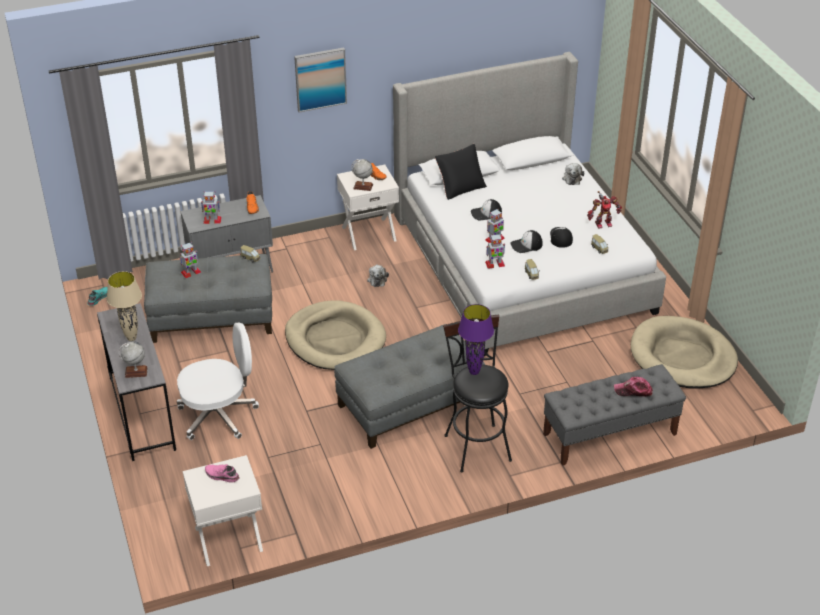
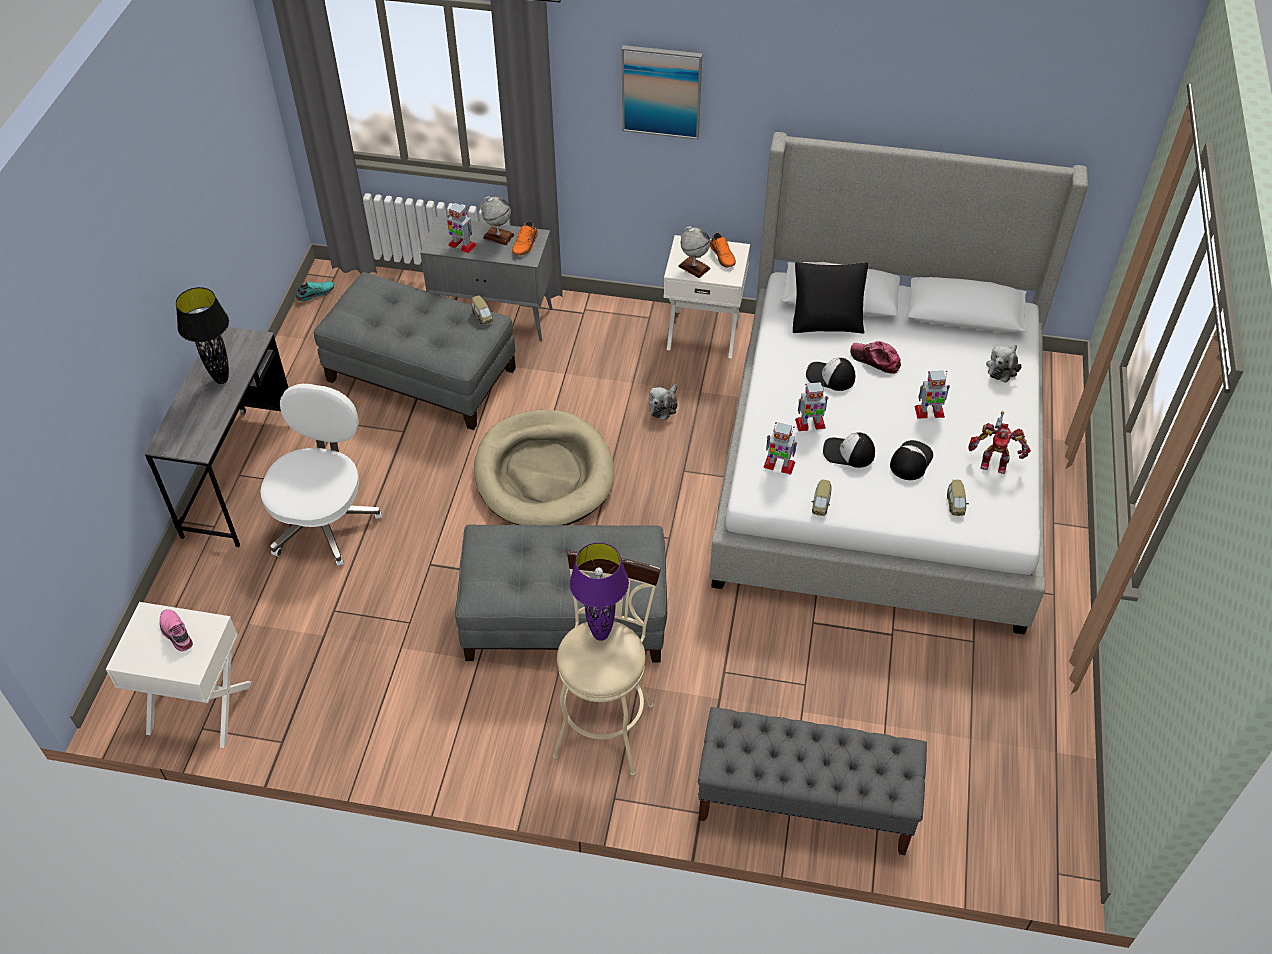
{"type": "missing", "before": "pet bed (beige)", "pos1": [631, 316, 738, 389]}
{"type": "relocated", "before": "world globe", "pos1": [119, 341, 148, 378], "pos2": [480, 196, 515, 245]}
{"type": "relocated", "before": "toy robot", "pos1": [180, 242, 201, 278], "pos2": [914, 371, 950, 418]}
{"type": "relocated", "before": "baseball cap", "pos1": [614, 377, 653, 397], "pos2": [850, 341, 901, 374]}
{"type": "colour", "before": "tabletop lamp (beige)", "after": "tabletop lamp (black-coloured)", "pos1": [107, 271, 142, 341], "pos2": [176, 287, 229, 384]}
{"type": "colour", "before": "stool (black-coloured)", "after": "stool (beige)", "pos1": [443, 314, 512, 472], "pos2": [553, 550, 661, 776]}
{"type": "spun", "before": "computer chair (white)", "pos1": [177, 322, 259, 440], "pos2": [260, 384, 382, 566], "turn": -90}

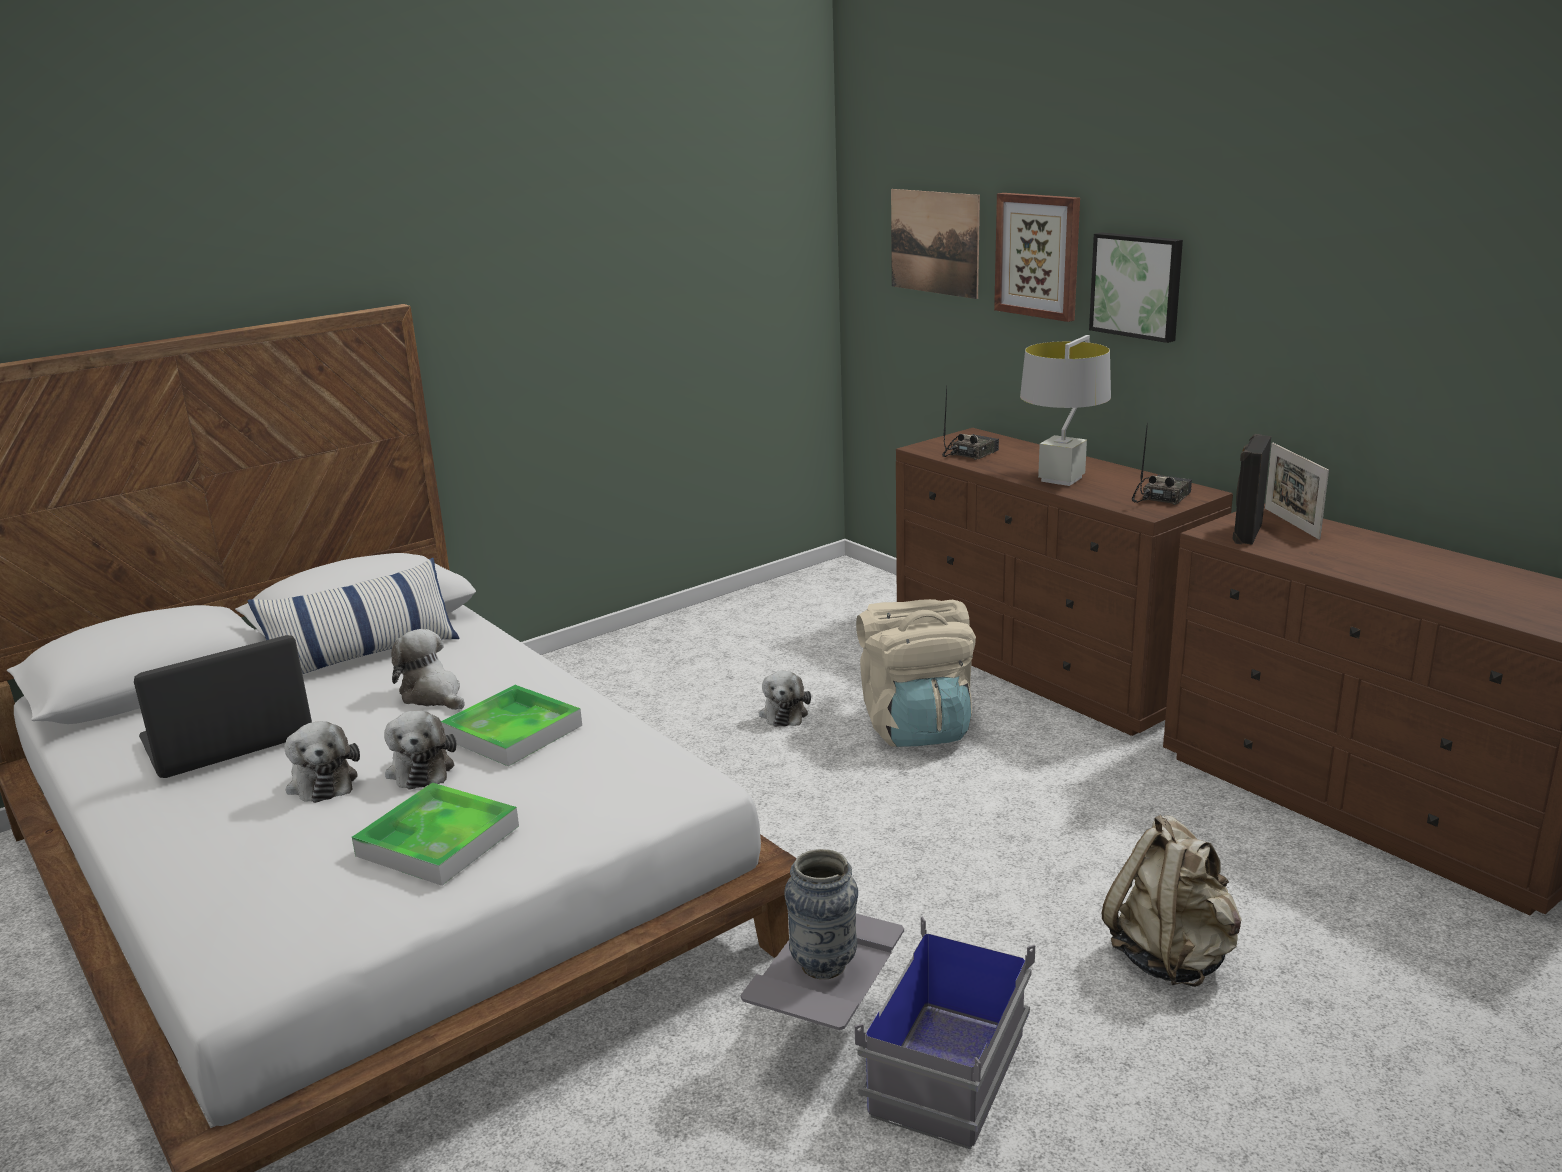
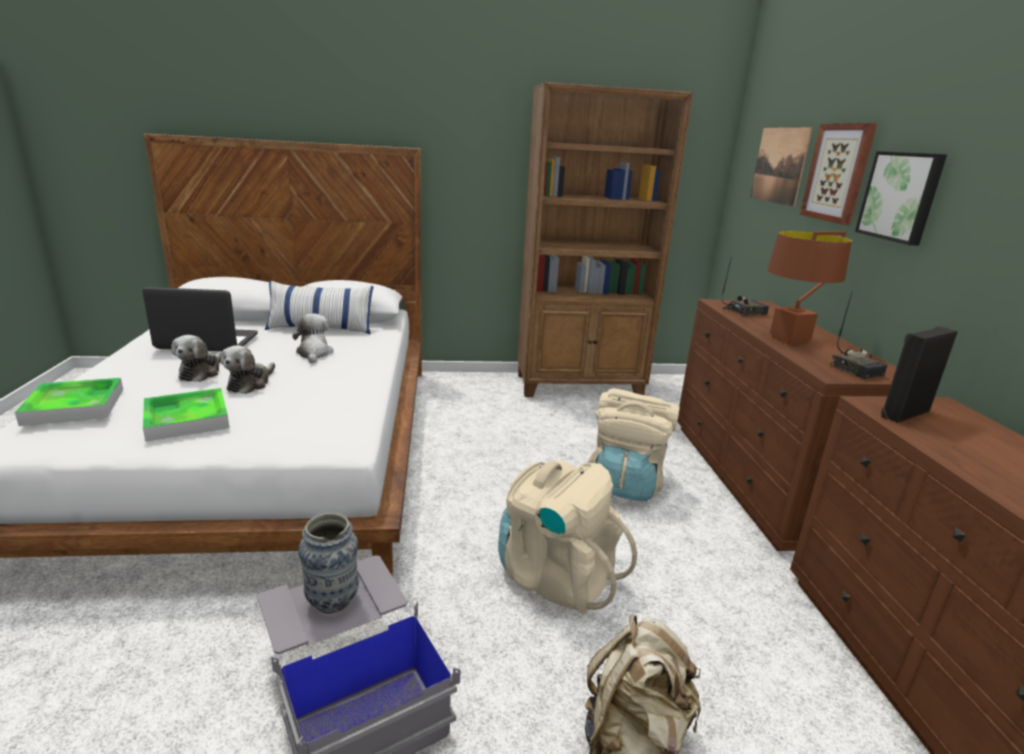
{"type": "missing", "before": "plush toy", "pos1": [759, 671, 811, 727]}
{"type": "missing", "before": "photo frame", "pos1": [1265, 443, 1329, 540]}
{"type": "appeared", "after": "knapsack (beige)", "pos2": [498, 460, 637, 614]}
{"type": "appeared", "after": "bookshelf (brown-coloured)", "pos2": [517, 82, 693, 397]}
{"type": "relocated", "before": "carrying tray", "pos1": [441, 685, 582, 766], "pos2": [15, 378, 123, 426]}
{"type": "colour", "before": "tabletop lamp (greyish)", "after": "tabletop lamp (brown-coloured)", "pos1": [1020, 335, 1111, 486], "pos2": [767, 231, 852, 345]}
{"type": "spun", "before": "radio", "pos1": [1132, 423, 1192, 505], "pos2": [830, 292, 888, 379], "turn": 90}

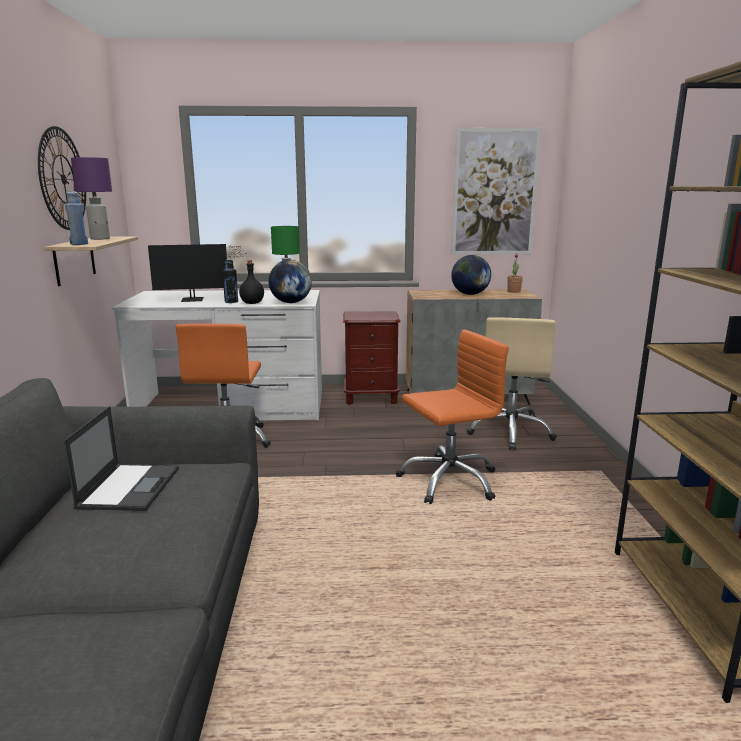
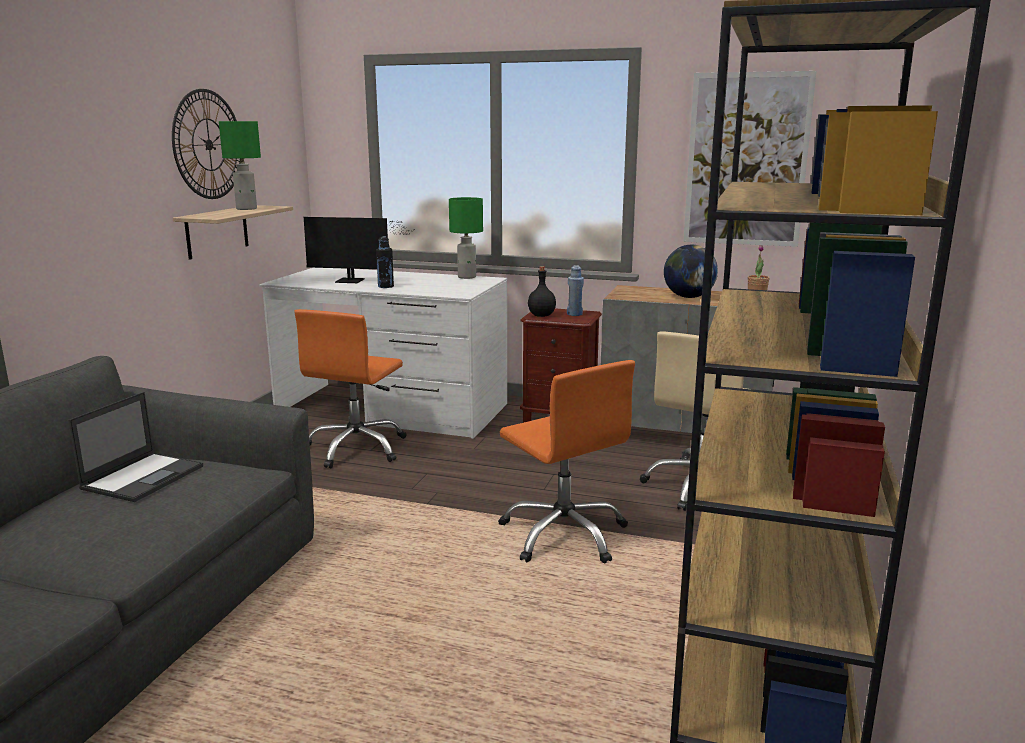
{"type": "missing", "before": "world globe", "pos1": [268, 260, 312, 303]}
{"type": "relocated", "before": "beverage bottle (bluish)", "pos1": [65, 191, 88, 245], "pos2": [567, 265, 584, 316]}
{"type": "relocated", "before": "beverage bottle (black-coloured)", "pos1": [239, 260, 264, 304], "pos2": [528, 266, 556, 317]}
{"type": "colour", "before": "tabletop lamp (purple)", "after": "tabletop lamp (green-coloured)", "pos1": [71, 157, 112, 240], "pos2": [219, 121, 261, 210]}
{"type": "spun", "before": "computer chair (orange-coloured)", "pos1": [396, 329, 509, 504], "pos2": [498, 360, 635, 563], "turn": 60}

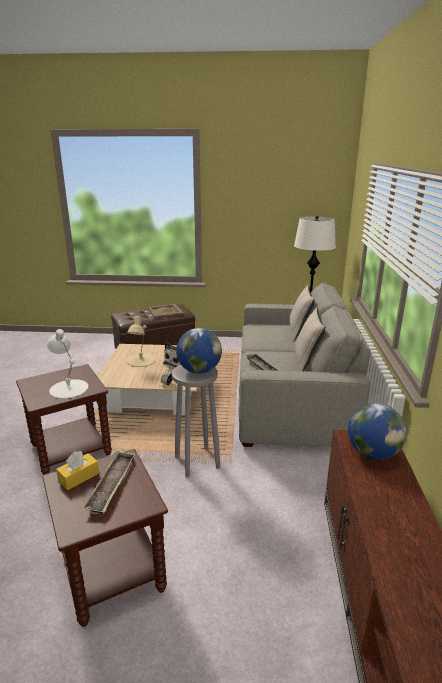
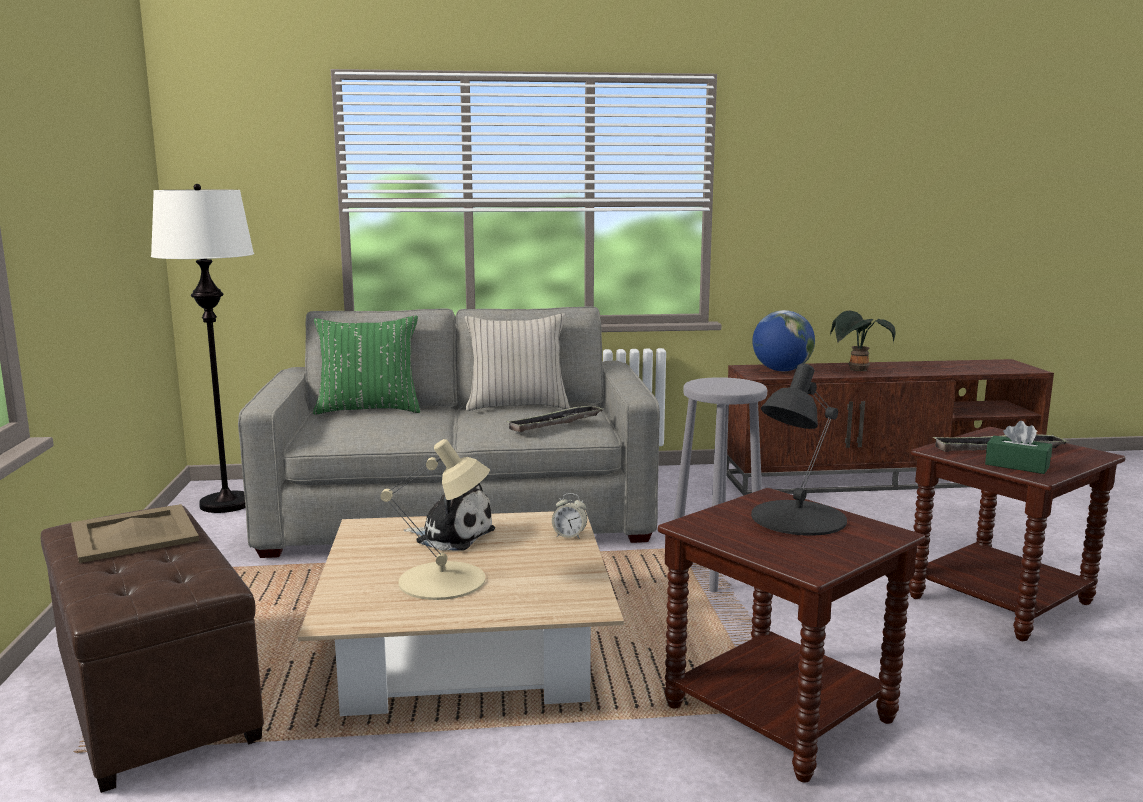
{"type": "missing", "before": "world globe", "pos1": [176, 328, 222, 374]}
{"type": "appeared", "after": "potted plant", "pos2": [830, 311, 895, 371]}
{"type": "colour", "before": "tabletop lamp (white)", "after": "tabletop lamp (black-coloured)", "pos1": [47, 329, 89, 399], "pos2": [751, 363, 847, 536]}
{"type": "colour", "before": "tissue holder (yellow-coloured)", "after": "tissue holder (green-coloured)", "pos1": [56, 451, 99, 490], "pos2": [985, 421, 1052, 474]}
{"type": "colour", "before": "pillow (beige)", "after": "pillow (green-coloured)", "pos1": [289, 285, 315, 341], "pos2": [313, 316, 420, 415]}

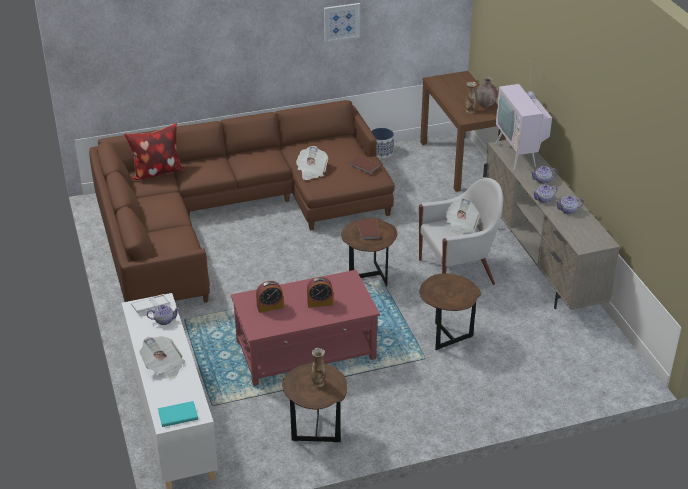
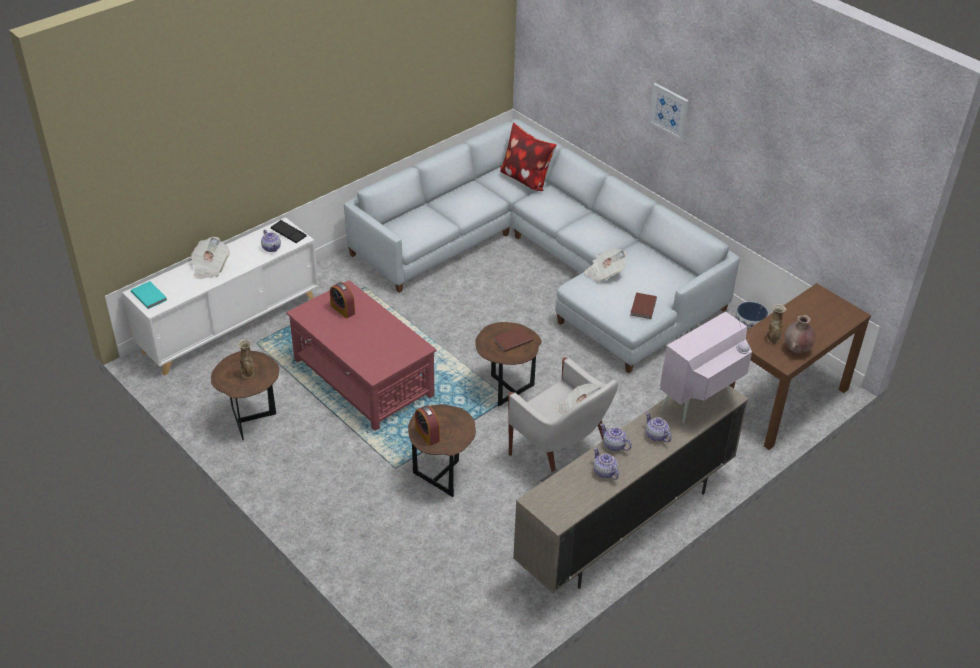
{"type": "relocated", "before": "table clock", "pos1": [307, 277, 333, 308], "pos2": [415, 405, 440, 446]}
{"type": "relocated", "before": "picture", "pos1": [324, 3, 360, 43], "pos2": [649, 83, 689, 140]}
{"type": "colour", "before": "sofa (brown-coloured)", "after": "sofa (greyish)", "pos1": [89, 100, 395, 303], "pos2": [344, 119, 740, 373]}
{"type": "colour", "before": "carrying tray (white)", "after": "carrying tray (black-coloured)", "pos1": [131, 294, 170, 313], "pos2": [271, 220, 306, 243]}

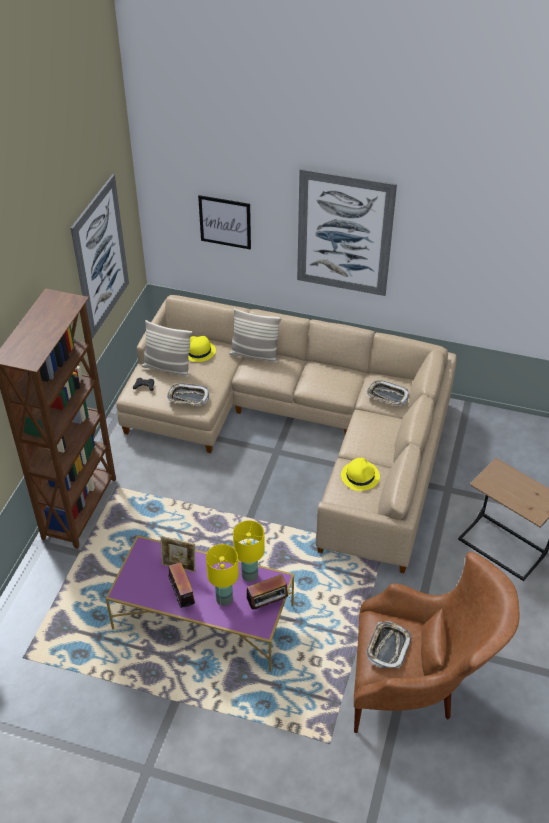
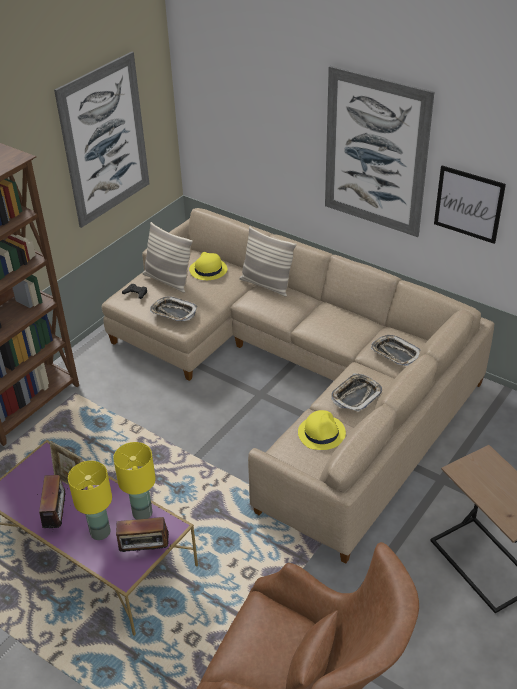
{"type": "relocated", "before": "picture", "pos1": [198, 195, 251, 250], "pos2": [434, 166, 506, 244]}
{"type": "relocated", "before": "carrying tray", "pos1": [366, 621, 411, 668], "pos2": [331, 373, 382, 412]}

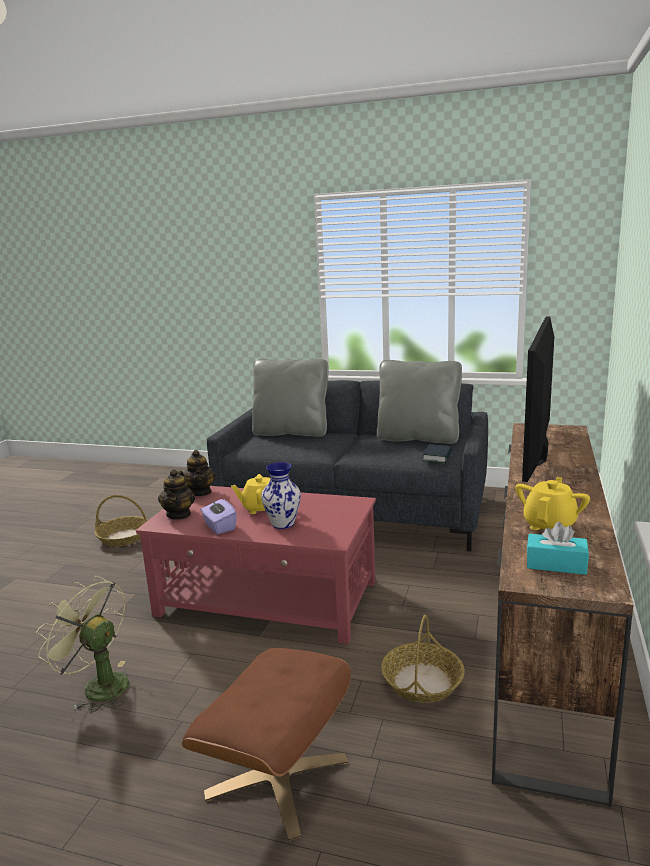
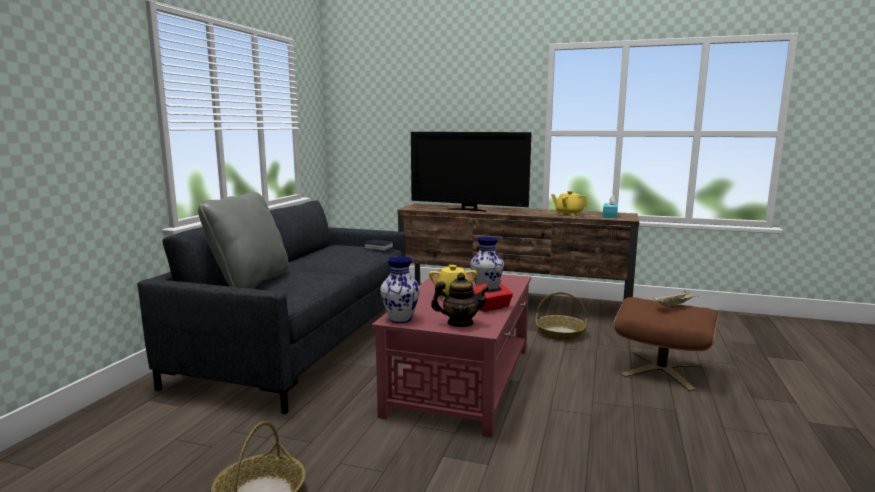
{"type": "missing", "before": "fan (green-coloured)", "pos1": [36, 576, 129, 713]}
{"type": "missing", "before": "pillow (greyish)", "pos1": [377, 360, 462, 444]}
{"type": "appeared", "after": "carrying tray (beige)", "pos2": [653, 291, 697, 308]}
{"type": "exchanged", "before": "teapot", "after": "vase", "pos1": [184, 450, 216, 496], "pos2": [380, 256, 420, 323]}
{"type": "colour", "before": "tissue holder (purple)", "after": "tissue holder (red)", "pos1": [201, 499, 237, 534], "pos2": [473, 280, 513, 312]}

